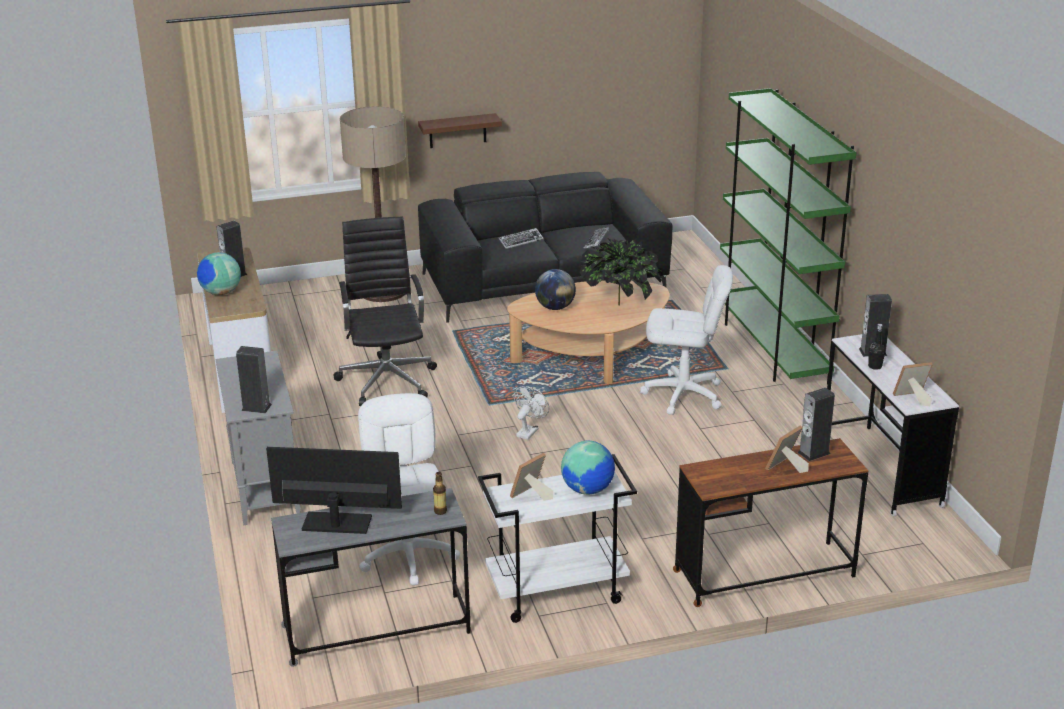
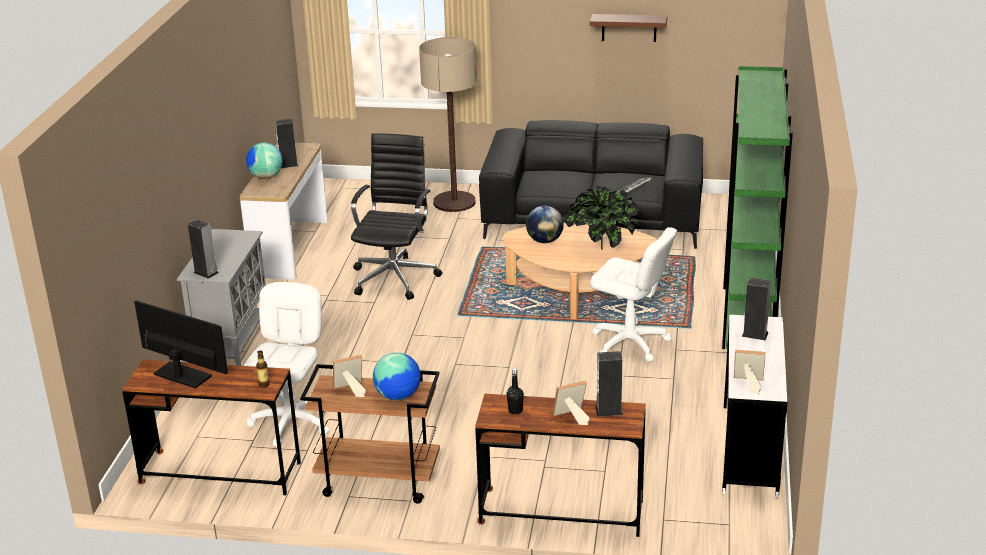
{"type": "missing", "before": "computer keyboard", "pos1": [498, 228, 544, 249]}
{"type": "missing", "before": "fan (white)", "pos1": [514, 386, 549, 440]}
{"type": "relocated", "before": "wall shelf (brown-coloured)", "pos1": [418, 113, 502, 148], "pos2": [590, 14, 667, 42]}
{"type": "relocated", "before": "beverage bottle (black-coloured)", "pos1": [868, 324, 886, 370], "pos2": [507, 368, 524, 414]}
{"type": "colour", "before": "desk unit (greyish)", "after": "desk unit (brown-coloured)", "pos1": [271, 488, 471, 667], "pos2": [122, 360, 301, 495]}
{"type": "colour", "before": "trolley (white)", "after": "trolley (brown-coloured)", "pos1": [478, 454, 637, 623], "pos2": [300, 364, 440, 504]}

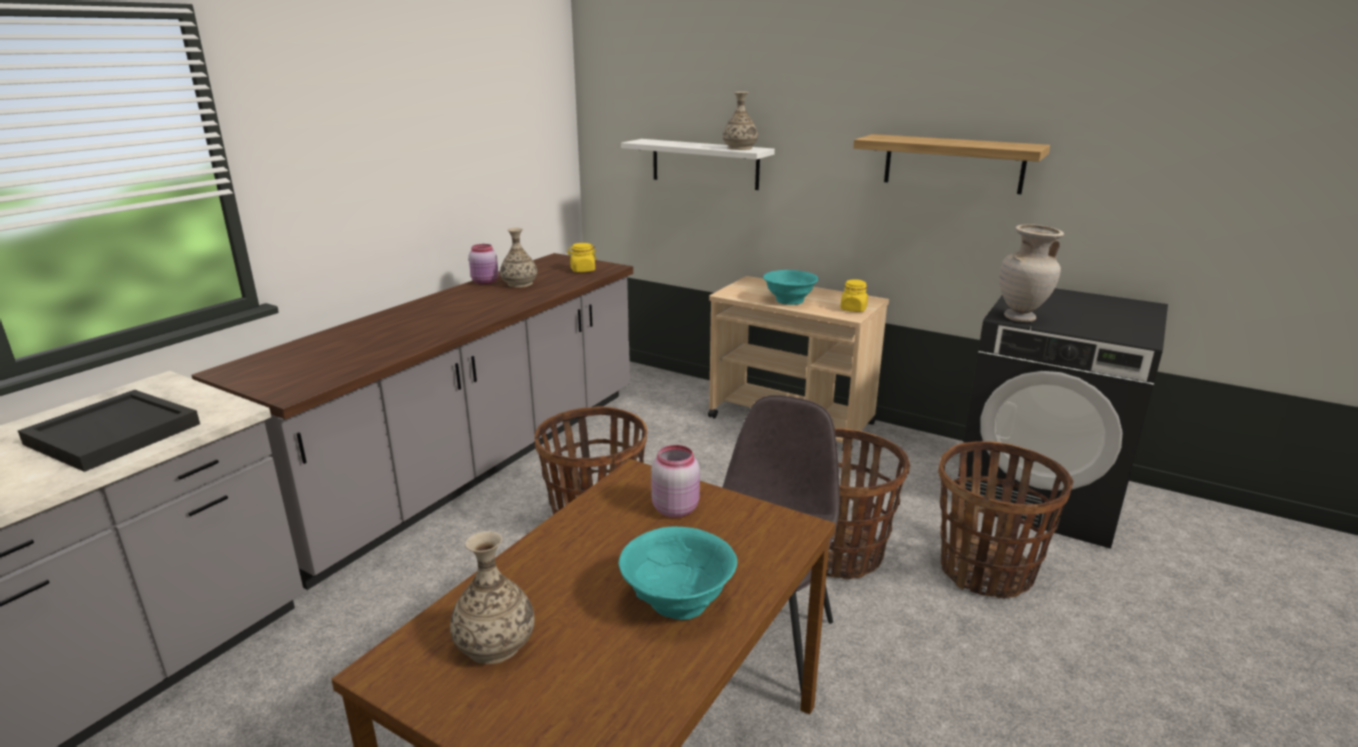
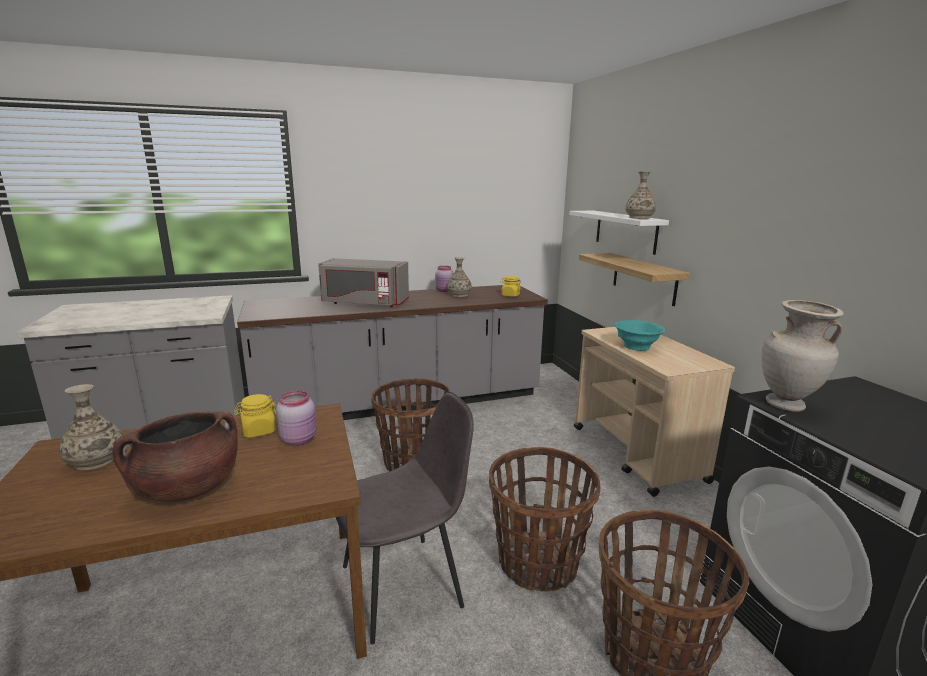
{"type": "missing", "before": "carrying tray (black-coloured)", "pos1": [18, 390, 200, 472]}
{"type": "appeared", "after": "kitchen microwave (greyish)", "pos2": [318, 258, 409, 307]}
{"type": "relocated", "before": "jar (yellow-coloured)", "pos1": [840, 279, 868, 312], "pos2": [234, 394, 276, 438]}
{"type": "relocated", "before": "wall shelf", "pos1": [853, 134, 1050, 194], "pos2": [579, 253, 690, 306]}
{"type": "exchanged", "before": "bowl (blue-green)", "after": "saucepot (brown-coloured)", "pos1": [619, 526, 737, 620], "pos2": [112, 411, 238, 501]}

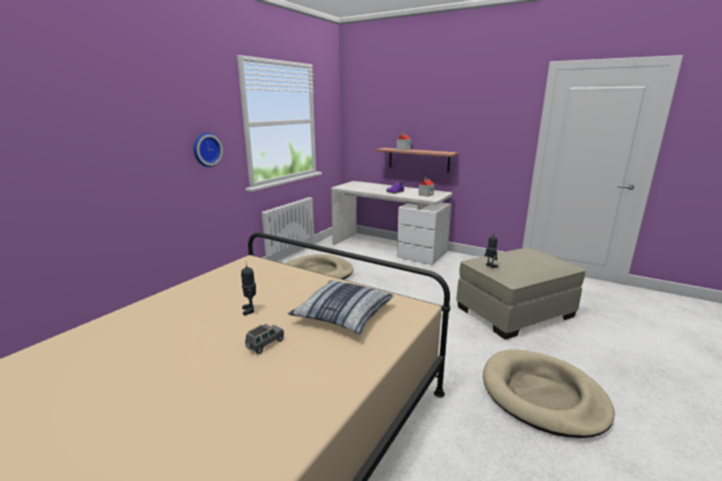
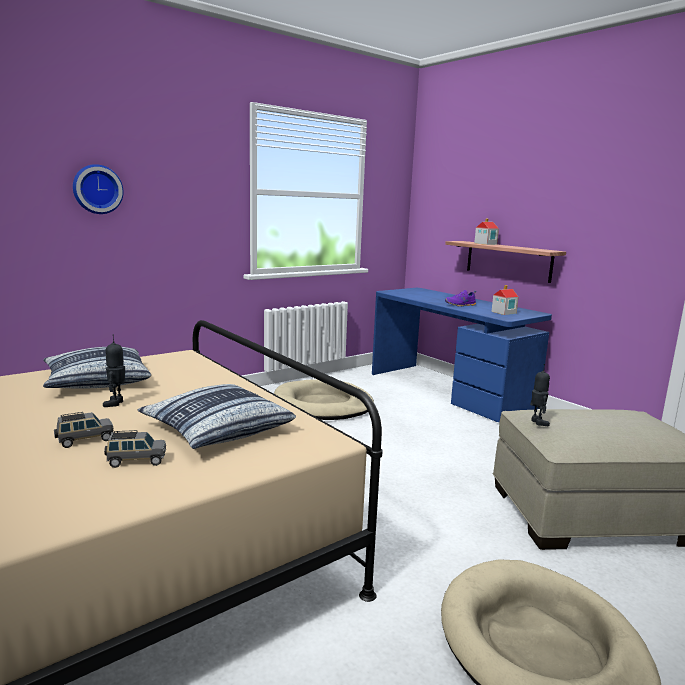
{"type": "appeared", "after": "pillow", "pos2": [43, 347, 151, 388]}
{"type": "appeared", "after": "model car (greyish)", "pos2": [104, 430, 166, 468]}
{"type": "relocated", "before": "hanging clock", "pos1": [193, 133, 223, 167], "pos2": [73, 164, 124, 214]}
{"type": "colour", "before": "desk unit (white)", "after": "desk unit (bluish)", "pos1": [331, 181, 452, 265], "pos2": [372, 288, 552, 422]}

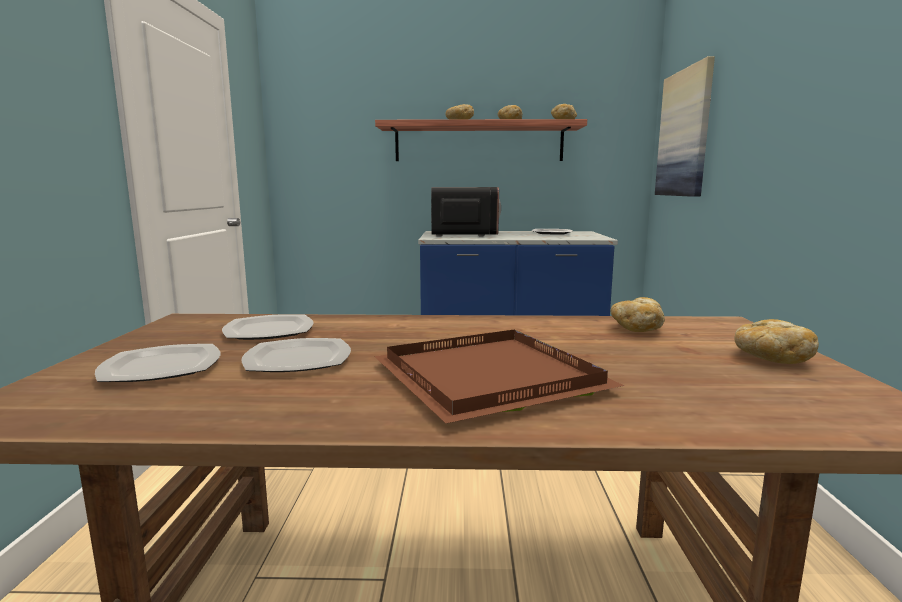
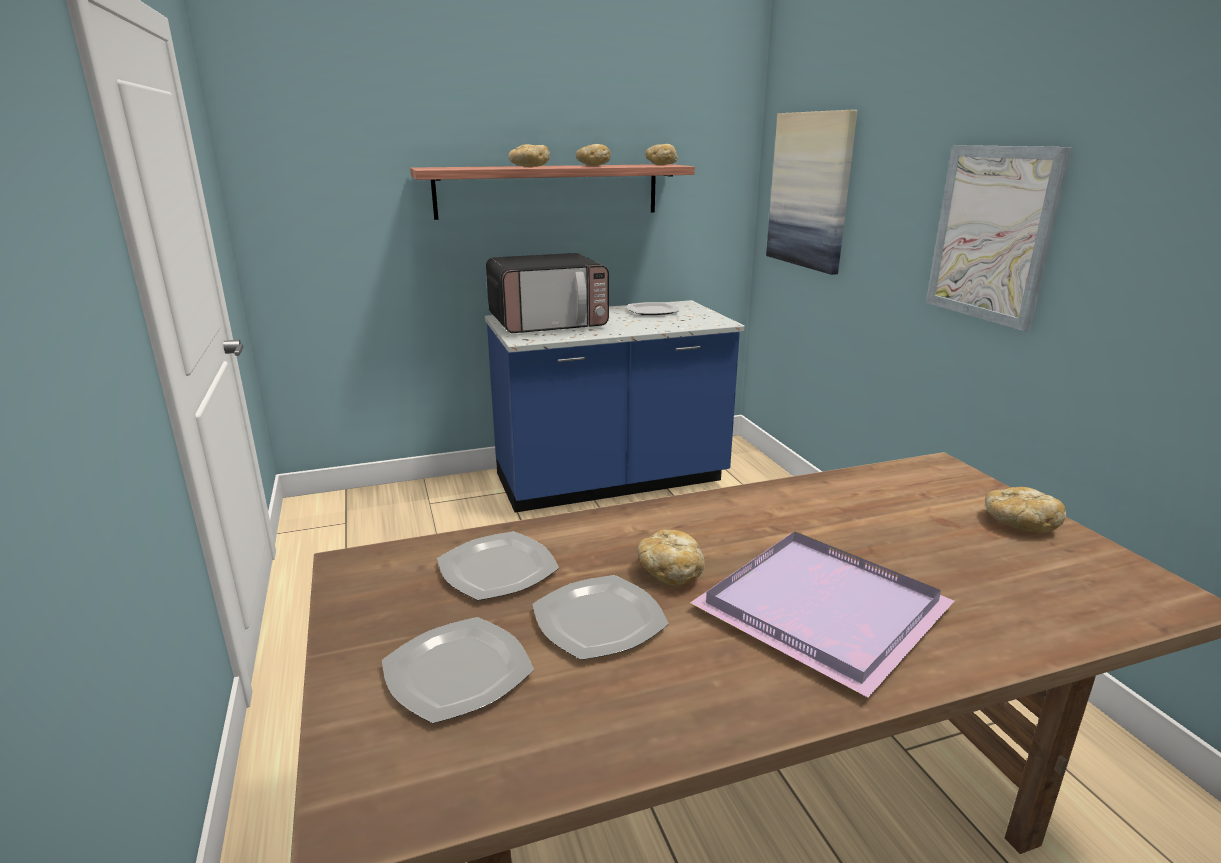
{"type": "appeared", "after": "picture", "pos2": [926, 145, 1071, 331]}
{"type": "relocated", "before": "bread", "pos1": [610, 297, 665, 332], "pos2": [637, 530, 705, 585]}
{"type": "colour", "before": "carrying tray (brown-coloured)", "after": "carrying tray (purple)", "pos1": [374, 329, 624, 423], "pos2": [690, 532, 955, 698]}
{"type": "spun", "before": "kitchen microwave", "pos1": [431, 187, 501, 237], "pos2": [486, 253, 609, 333], "turn": 90}

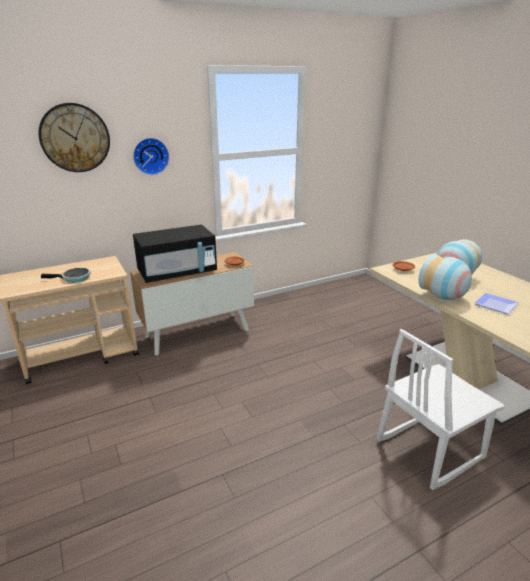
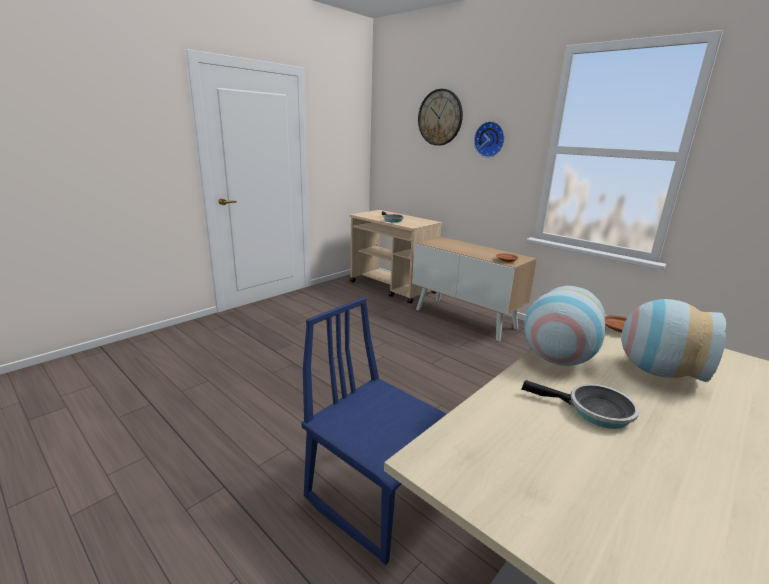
{"type": "missing", "before": "kitchen microwave (black-coloured)", "pos1": [133, 225, 217, 283]}
{"type": "exchanged", "before": "plate", "after": "skillet", "pos1": [474, 293, 519, 314], "pos2": [521, 380, 639, 429]}
{"type": "colour", "before": "upright chair (white)", "after": "upright chair (bluish)", "pos1": [376, 329, 505, 490], "pos2": [302, 297, 447, 565]}

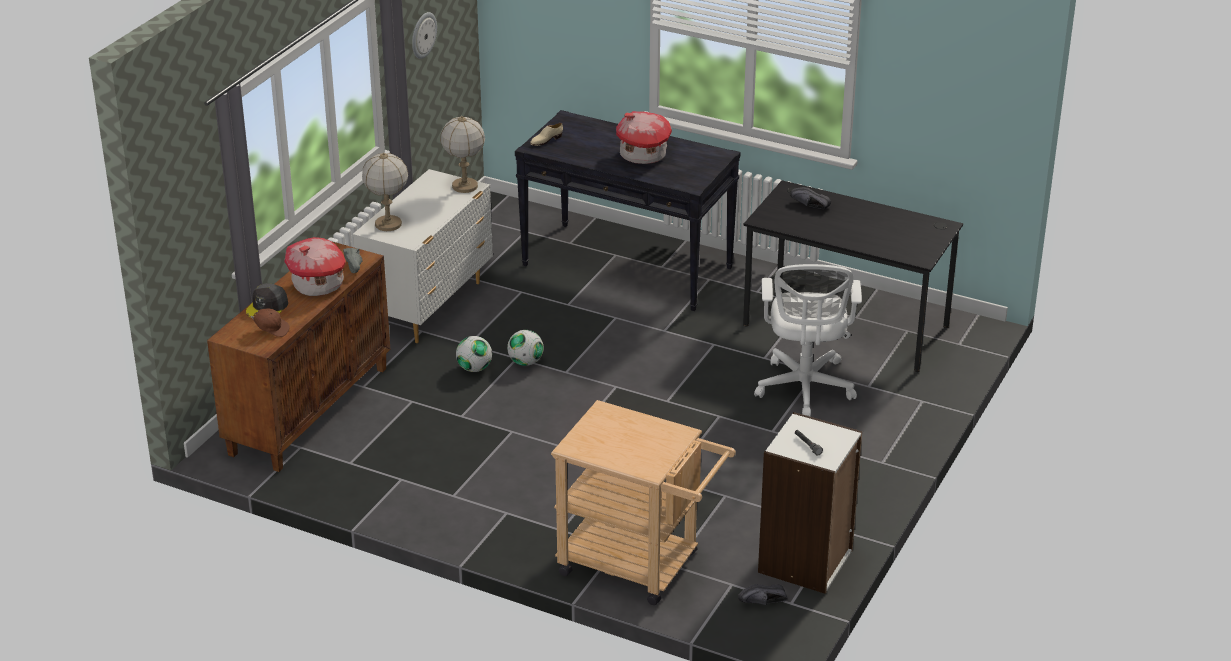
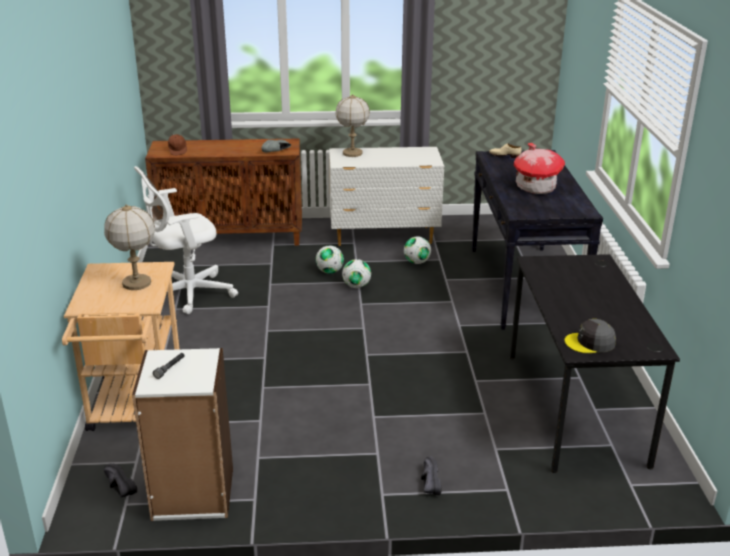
{"type": "missing", "before": "toy house", "pos1": [284, 237, 346, 296]}
{"type": "missing", "before": "hanging clock", "pos1": [412, 12, 437, 59]}
{"type": "appeared", "after": "football ball", "pos2": [404, 237, 431, 264]}
{"type": "relocated", "before": "baseball cap (greyish)", "pos1": [246, 283, 288, 317], "pos2": [564, 319, 616, 353]}
{"type": "relocated", "before": "tabletop lamp", "pos1": [440, 116, 485, 193], "pos2": [104, 204, 155, 290]}
{"type": "relocated", "before": "computer chair (white)", "pos1": [754, 264, 862, 417], "pos2": [134, 166, 238, 314]}
{"type": "relocated", "before": "shoe (black-coloured)", "pos1": [790, 187, 831, 209], "pos2": [421, 457, 442, 495]}

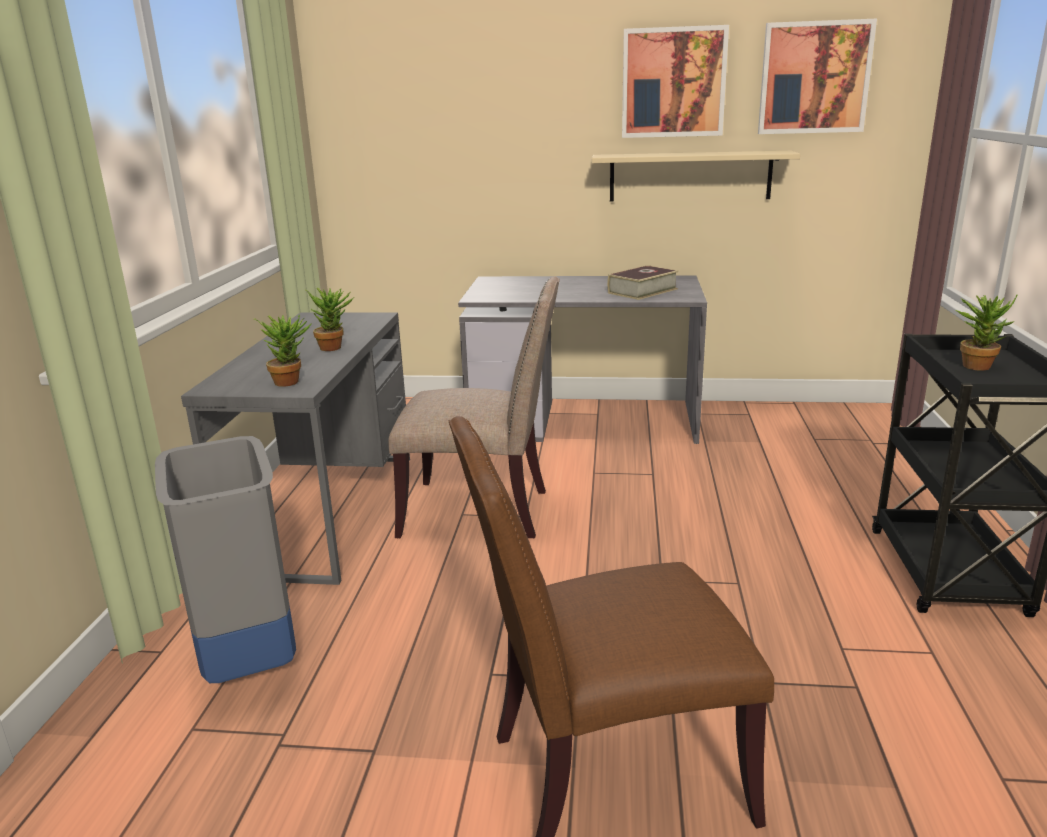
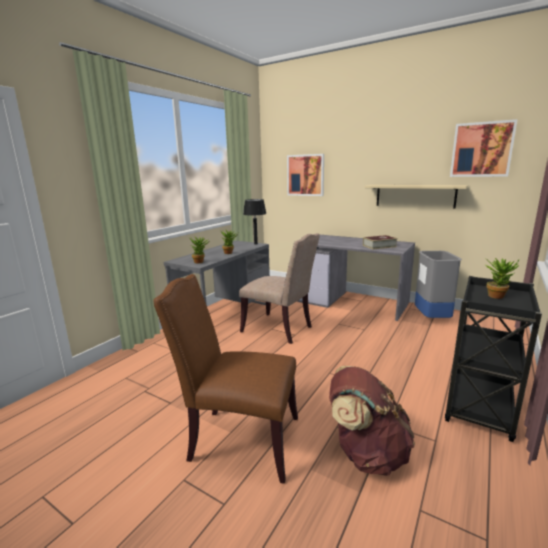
{"type": "appeared", "after": "tabletop lamp (black-coloured)", "pos2": [243, 199, 266, 245]}
{"type": "appeared", "after": "knapsack (brown-coloured)", "pos2": [329, 366, 415, 476]}
{"type": "relocated", "before": "rubbish bin (greyish)", "pos1": [155, 436, 296, 683], "pos2": [415, 251, 462, 318]}
{"type": "relocated", "before": "picture", "pos1": [622, 25, 729, 138], "pos2": [287, 154, 324, 196]}

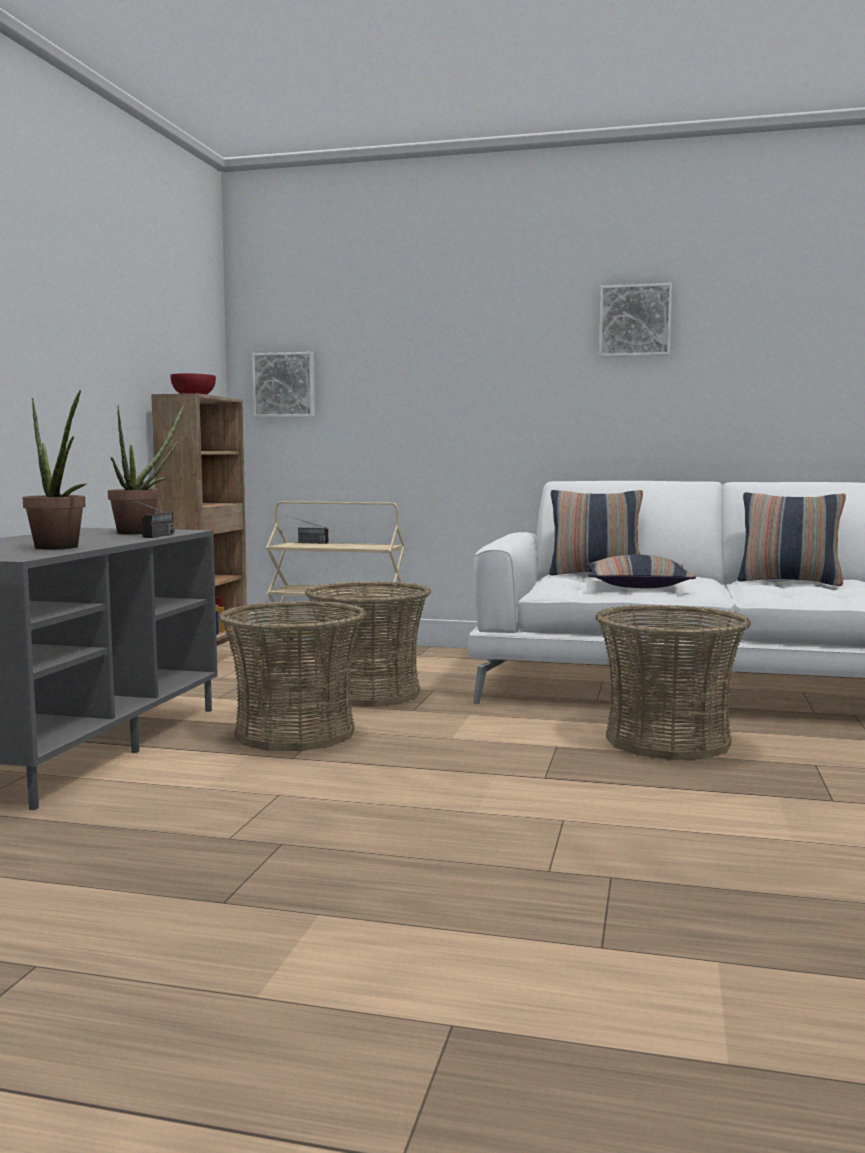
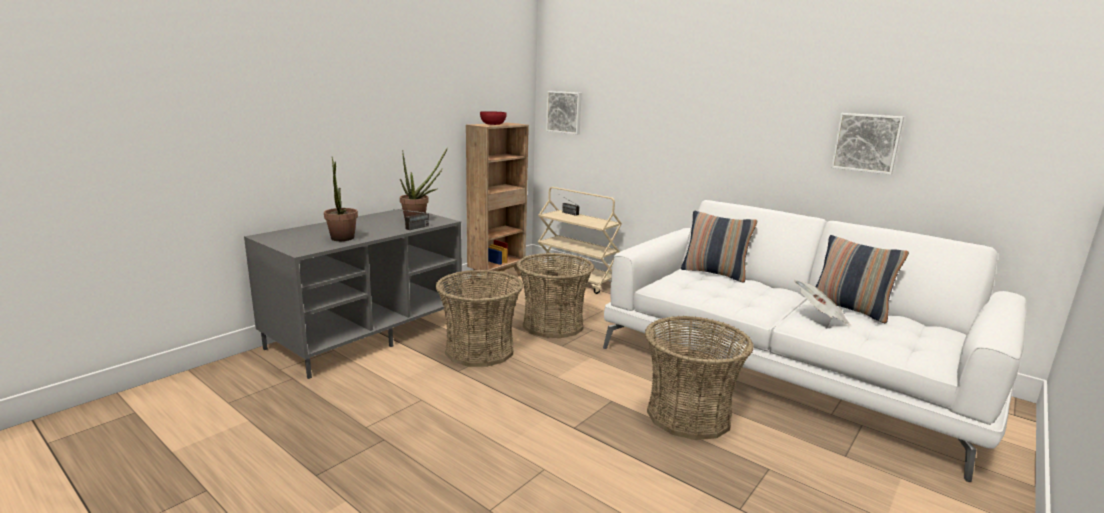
{"type": "missing", "before": "pillow", "pos1": [586, 555, 696, 588]}
{"type": "appeared", "after": "daily paper", "pos2": [794, 280, 851, 325]}
{"type": "relocated", "before": "picture", "pos1": [599, 283, 672, 357], "pos2": [831, 113, 904, 175]}

